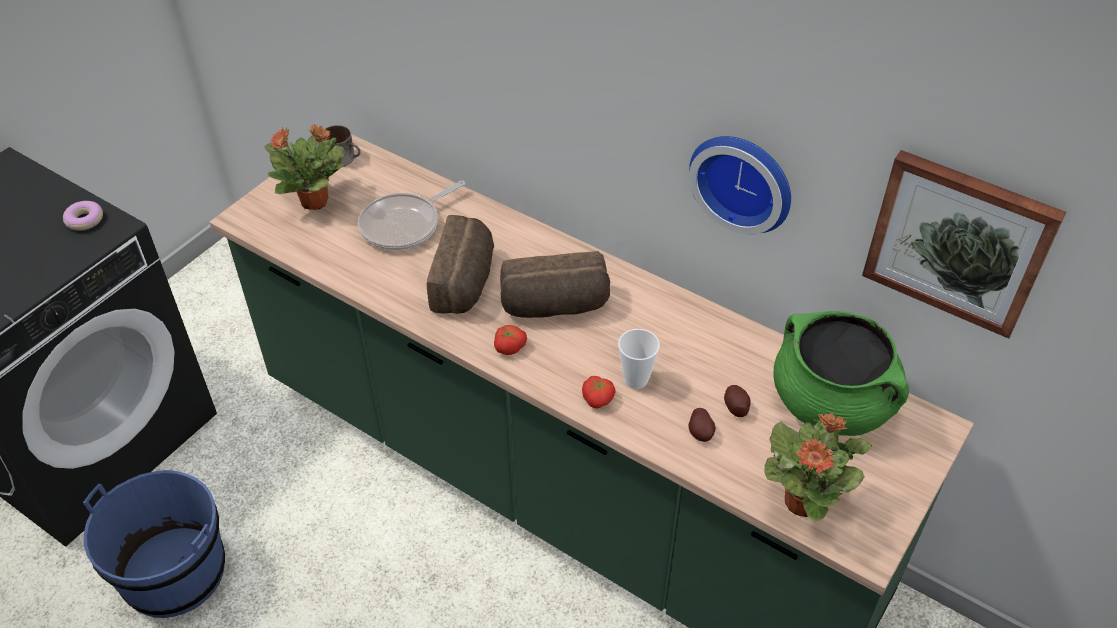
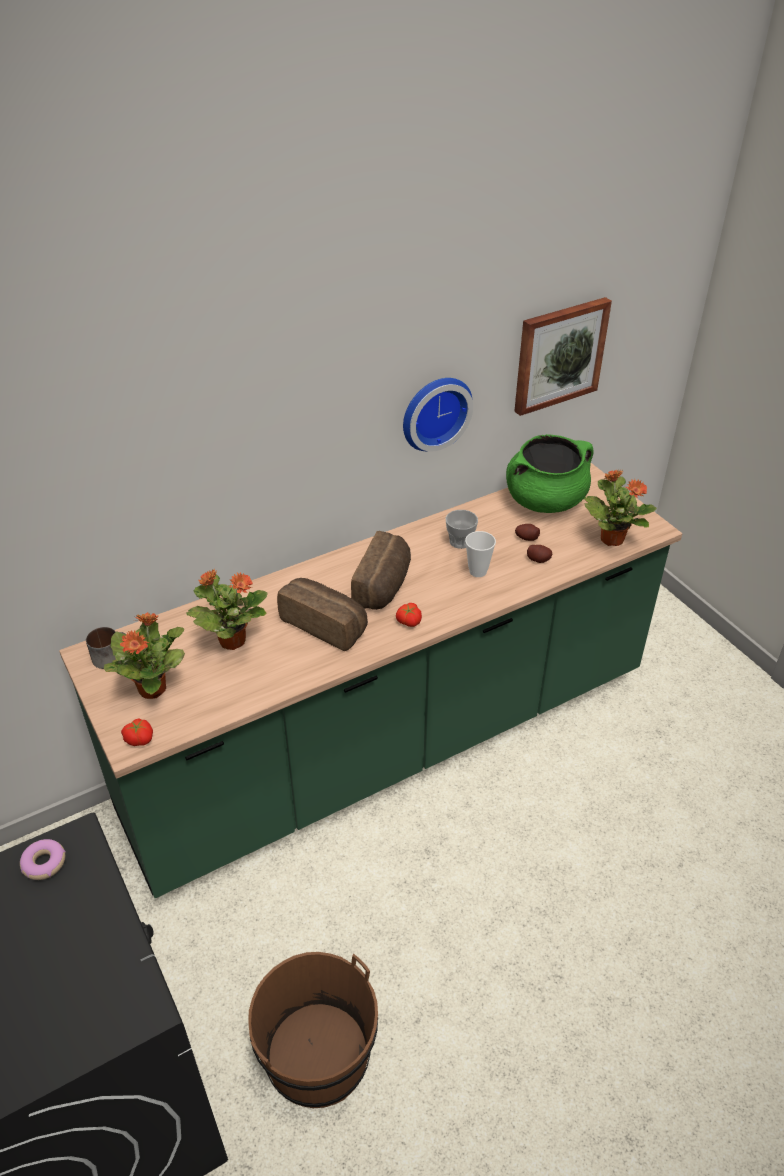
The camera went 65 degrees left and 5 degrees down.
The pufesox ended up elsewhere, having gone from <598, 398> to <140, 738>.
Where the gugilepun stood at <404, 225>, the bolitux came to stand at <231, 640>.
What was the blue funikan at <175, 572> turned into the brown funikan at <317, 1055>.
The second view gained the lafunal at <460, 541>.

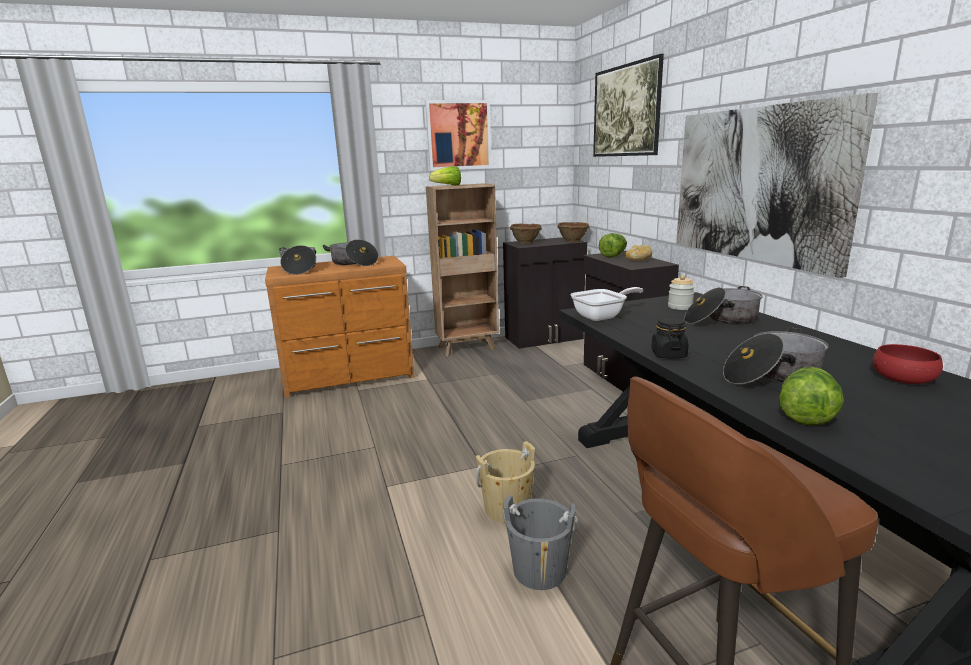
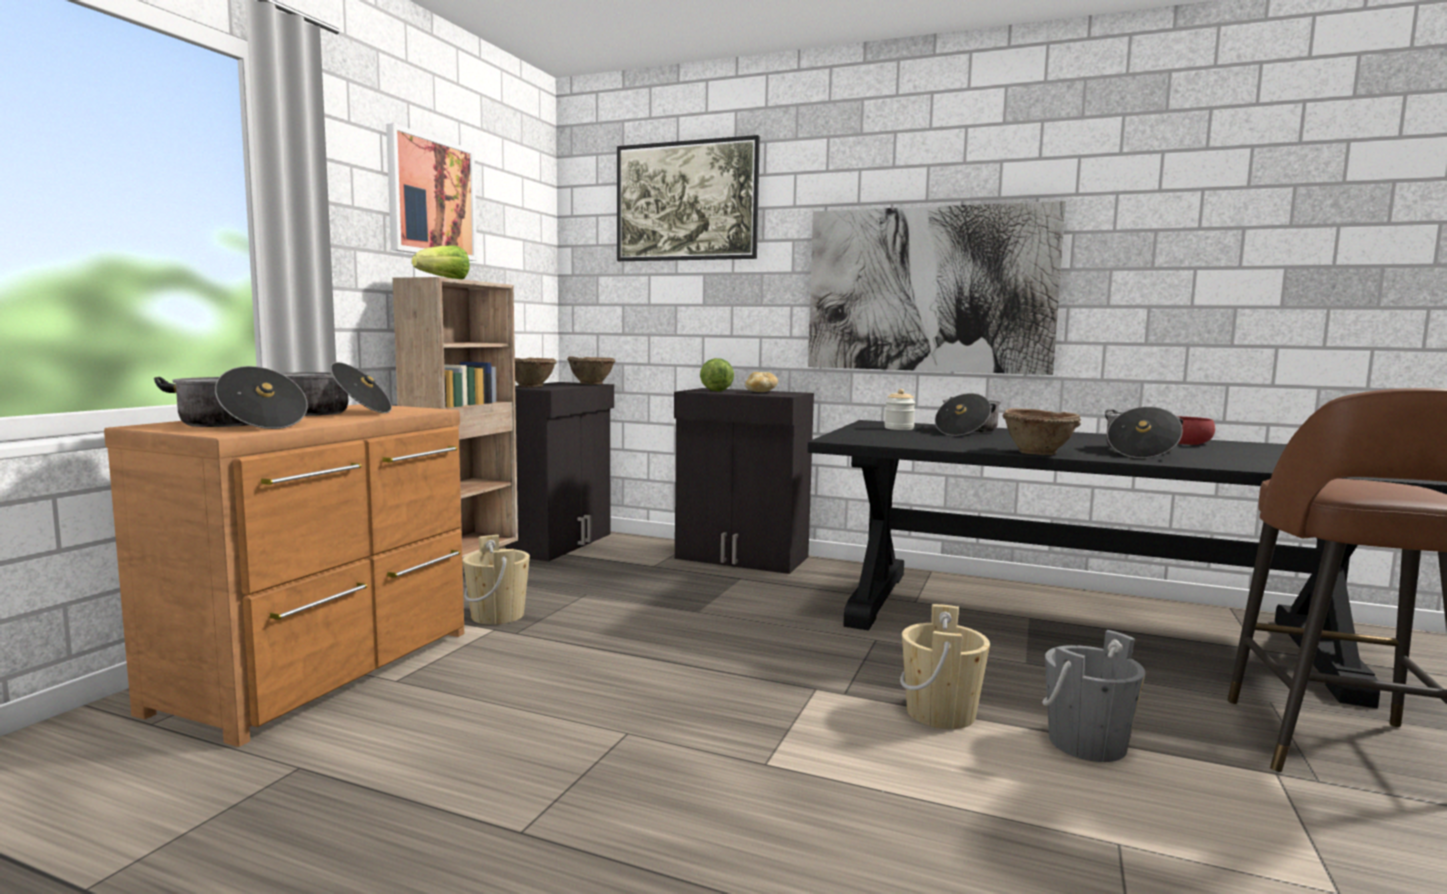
The camera went 50 degrees left and 10 degrees down.
The second view gained the beige funikan at <497, 615>.
Where the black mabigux stood at <668, 354>, the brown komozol came to stand at <1039, 452>.
The second view lost the gugilepun at <602, 316>.
The second view lost the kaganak at <806, 415>.

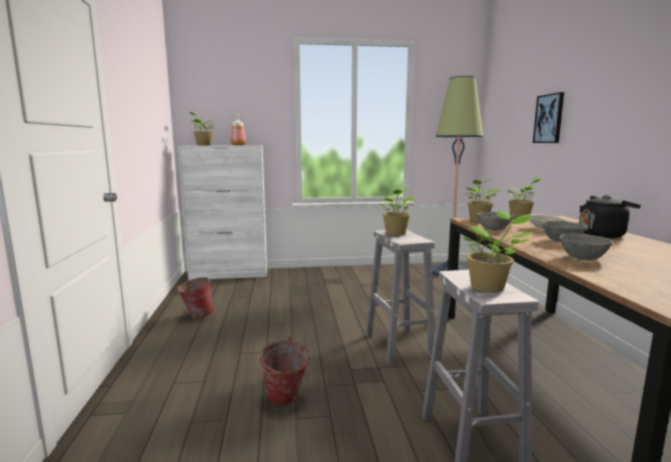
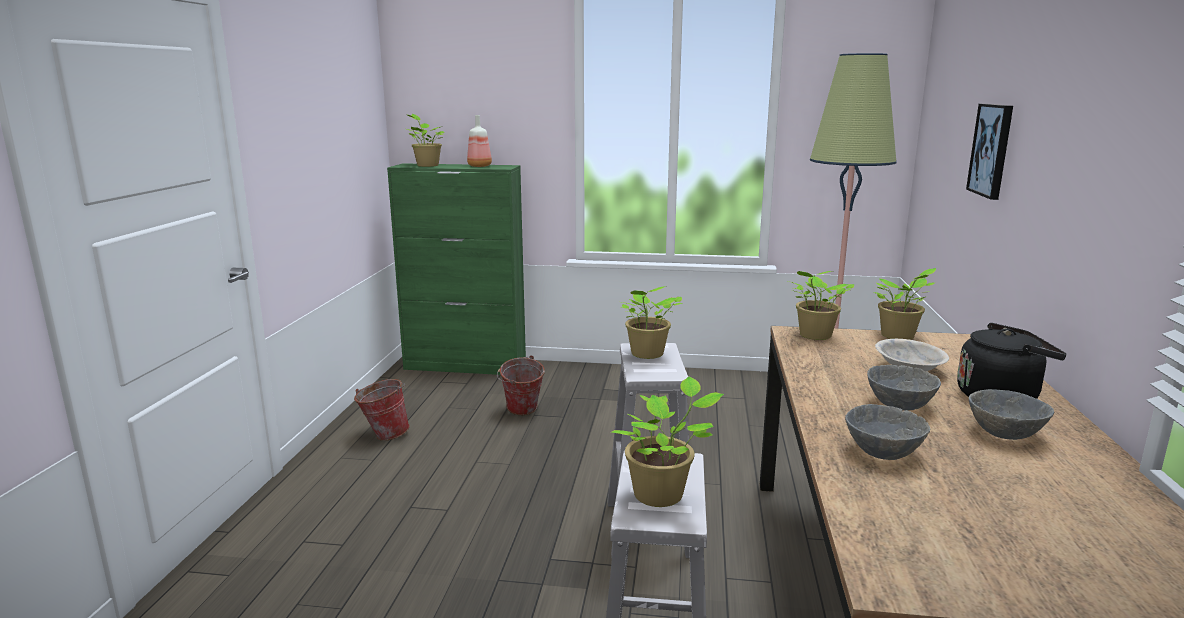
The camera went 15 degrees right and 5 degrees up.
What was the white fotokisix at <229, 274> turned into the green fotokisix at <466, 366>.
The funikan ended up elsewhere, having gone from <284, 401> to <521, 412>.
The grey komozol ended up elsewhere, having gone from <493, 229> to <1004, 433>.

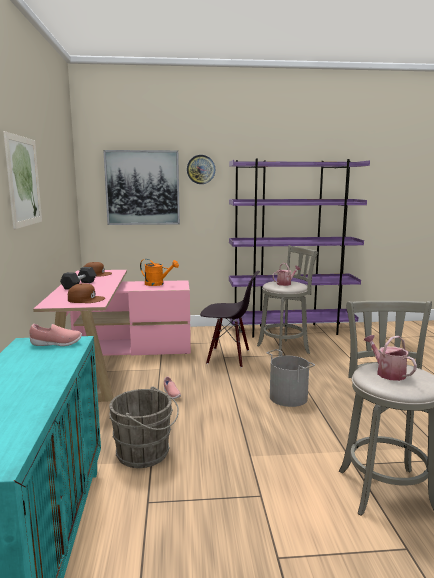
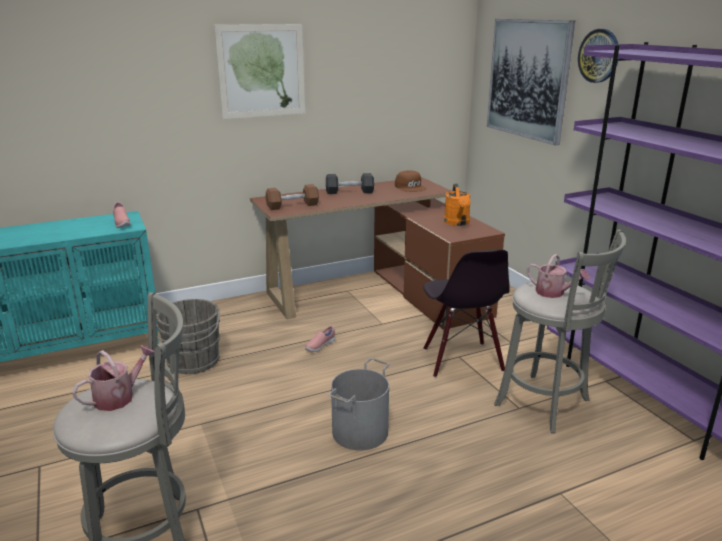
The camera went 70 degrees right and 10 degrees up.
What was the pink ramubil at <114, 362> turned into the brown ramubil at <380, 295>.
Where the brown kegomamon stood at <86, 299>, the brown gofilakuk came to stand at <292, 206>.

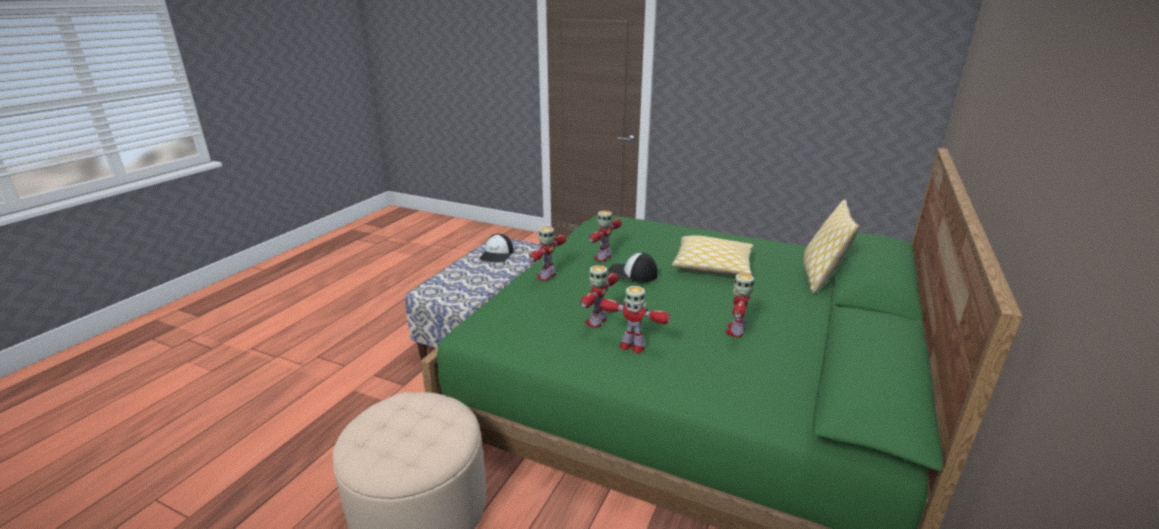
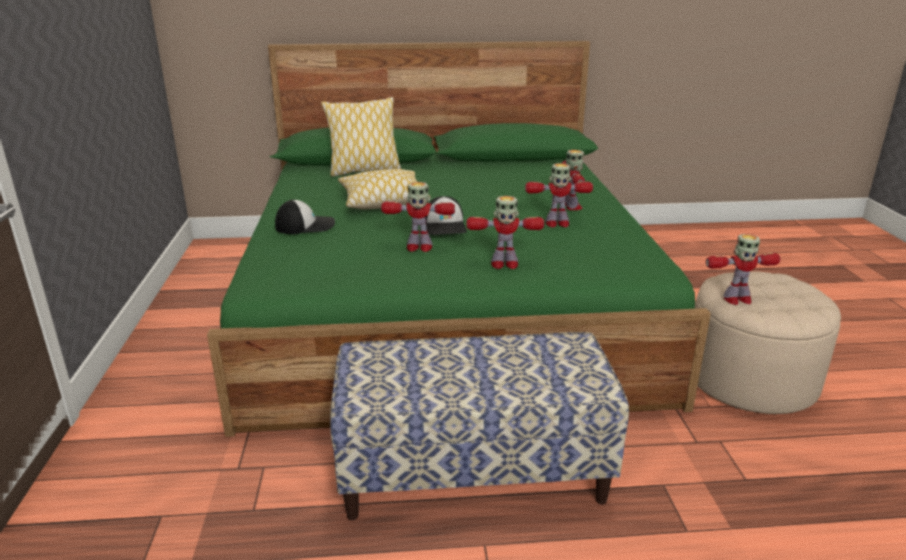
The camera went 120 degrees left and 0 degrees up.
The kegomamon ended up elsewhere, having gone from <497, 255> to <305, 225>.
The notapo ended up elsewhere, having gone from <736, 330> to <736, 299>.

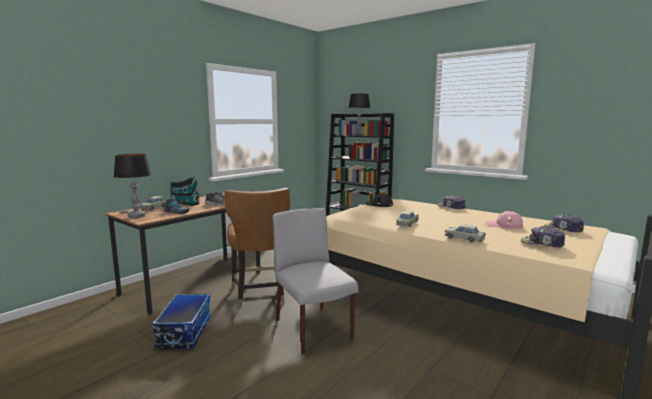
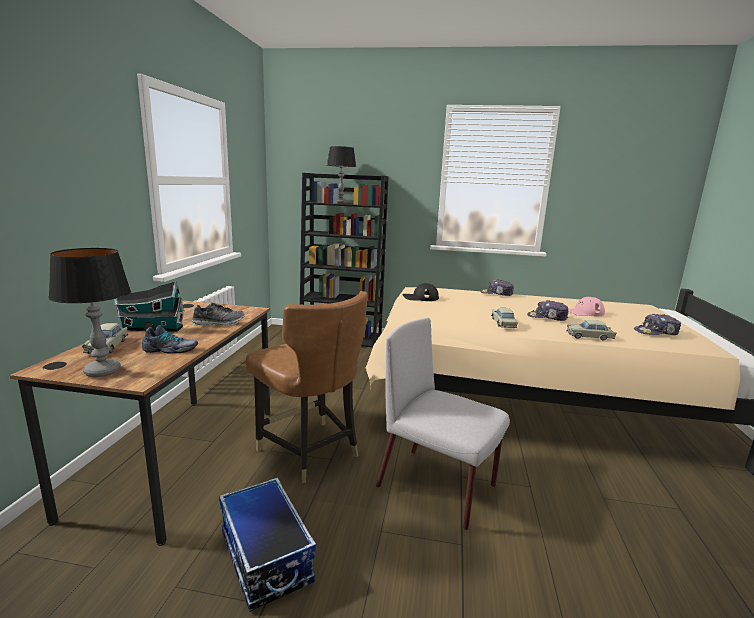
The camera went 30 degrees left and 5 degrees up.
The kegomamon ended up elsewhere, having gone from <563, 229> to <547, 317>.

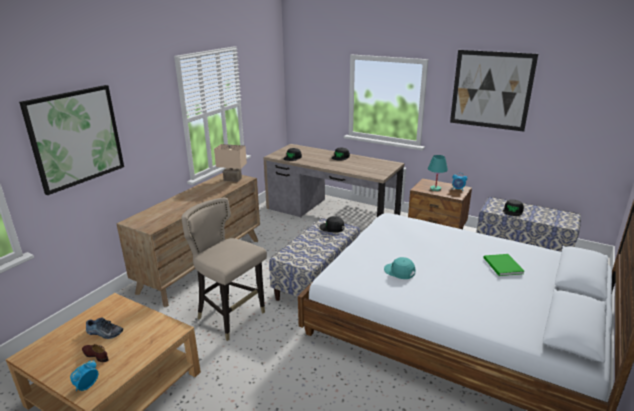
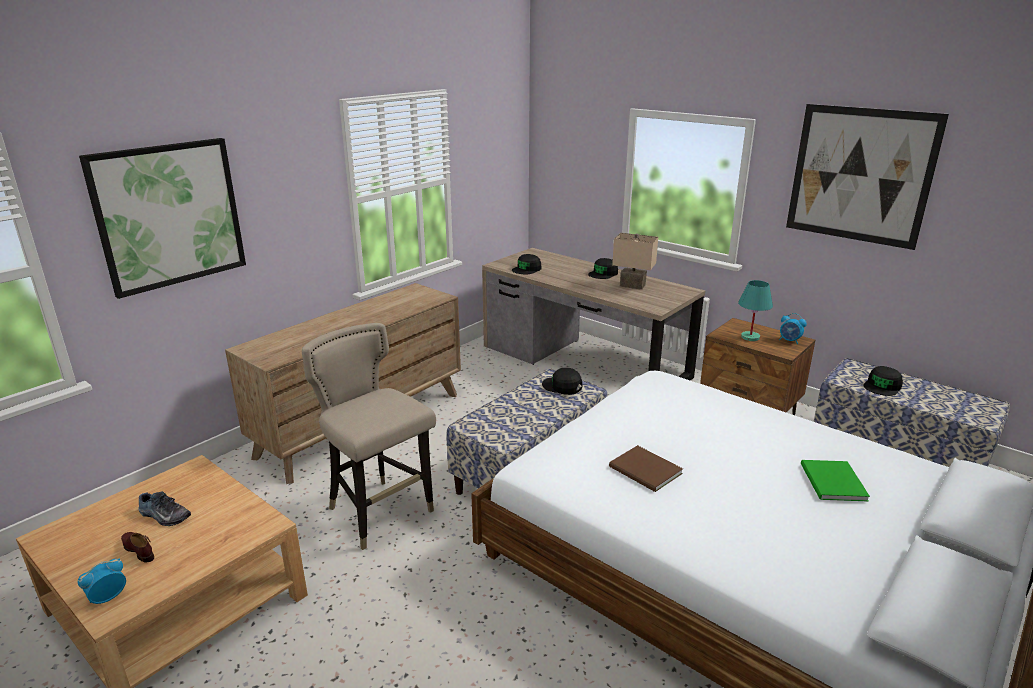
The camera went 10 degrees right and 0 degrees up.
Where the turquoise kegomamon stood at <399, 271>, the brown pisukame came to stand at <646, 471>.
The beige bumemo ended up elsewhere, having gone from <232, 180> to <631, 286>.

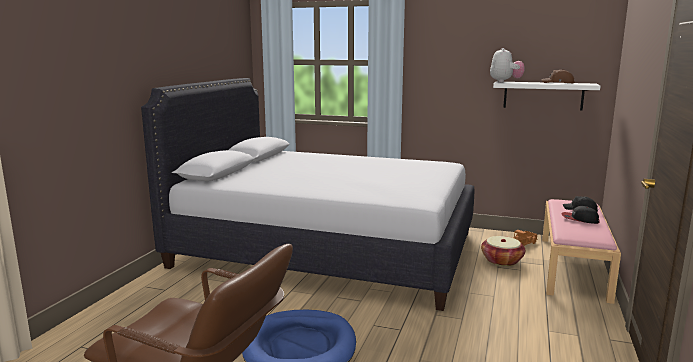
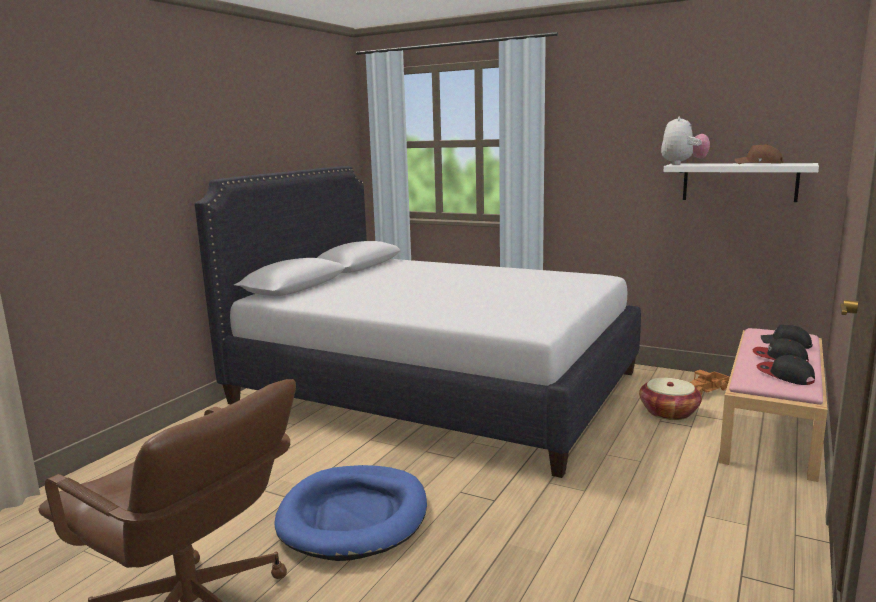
The camera went 10 degrees right and 0 degrees up.
The second view gained the kegomamon at <784, 375>.

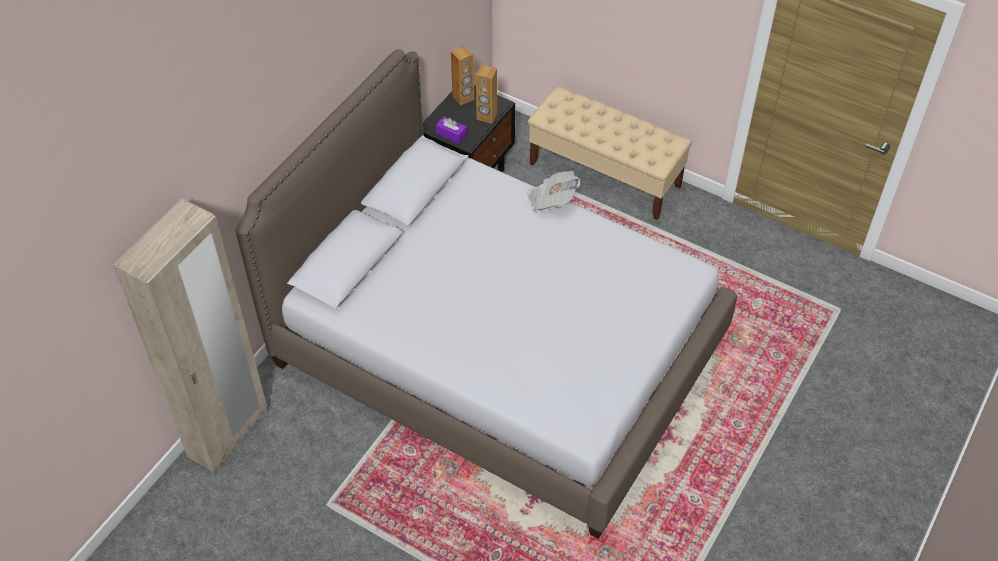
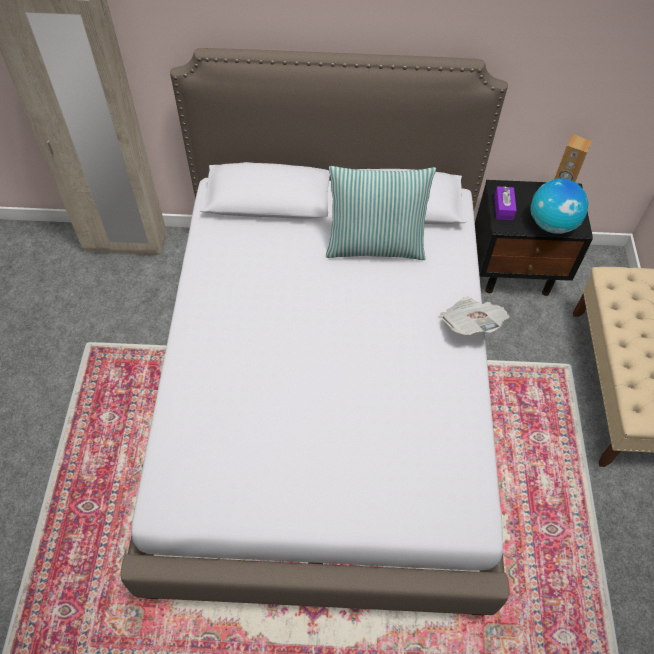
The camera went 60 degrees right and 5 degrees up.
The second view gained the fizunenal at <375, 245>.
Where the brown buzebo stood at <487, 116>, the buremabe came to stand at <551, 224>.

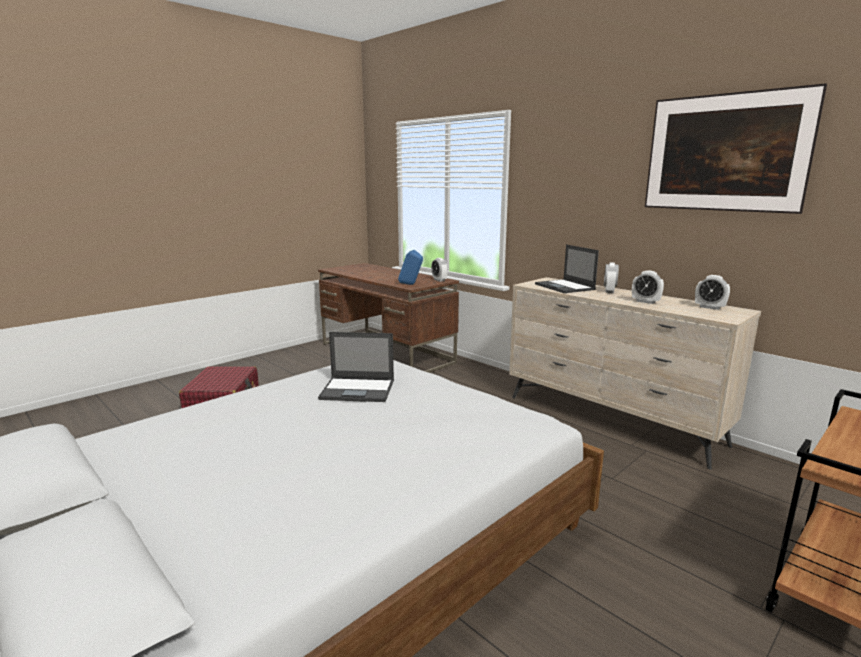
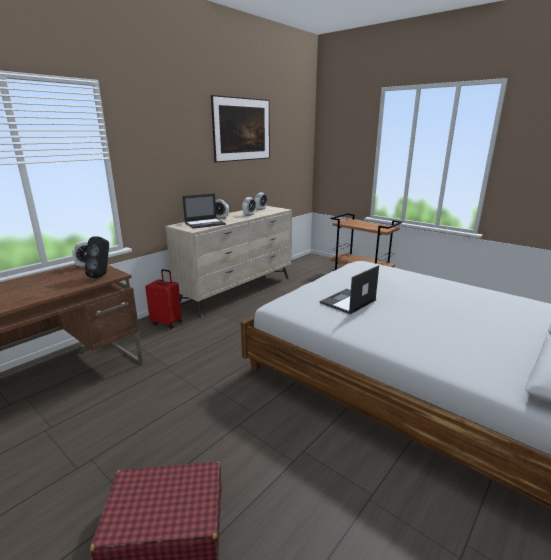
The camera went 95 degrees left and 5 degrees up.
What was the blue buzebo at <411, 284> turned into the black buzebo at <102, 275>.
The second view gained the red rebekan at <167, 322>.
The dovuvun at <358, 390> ended up facing another way, 135 degrees counterclockwise from before.

